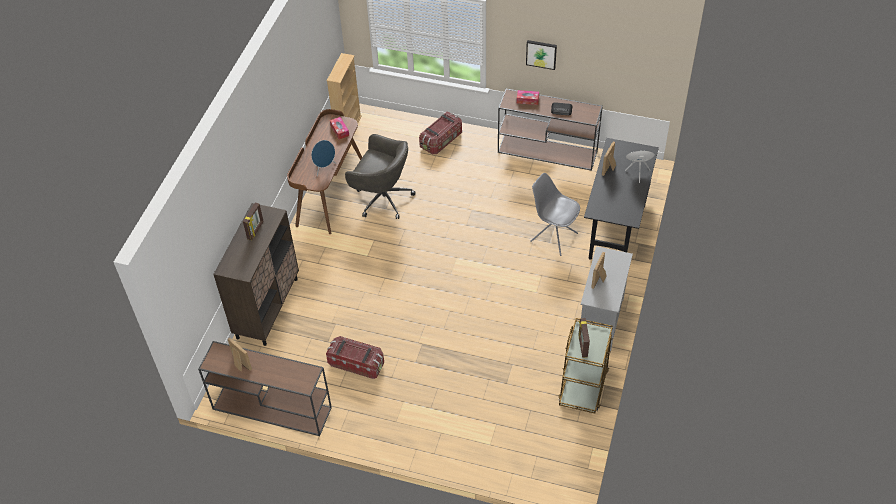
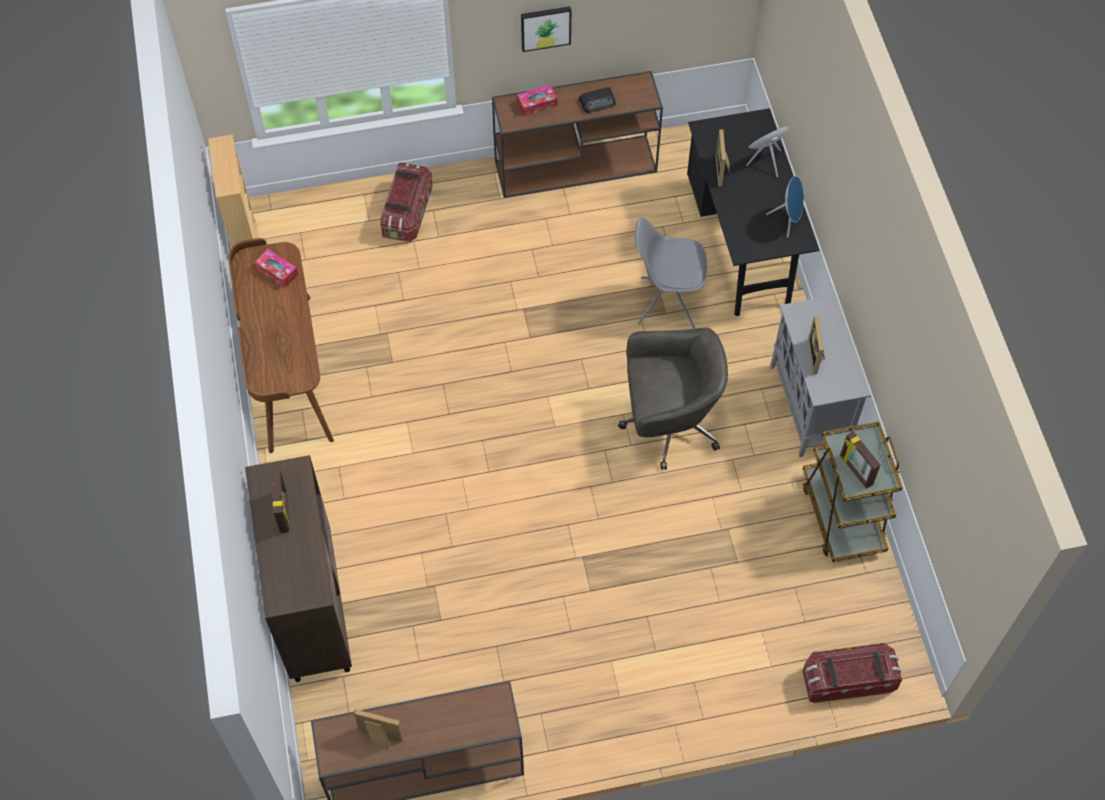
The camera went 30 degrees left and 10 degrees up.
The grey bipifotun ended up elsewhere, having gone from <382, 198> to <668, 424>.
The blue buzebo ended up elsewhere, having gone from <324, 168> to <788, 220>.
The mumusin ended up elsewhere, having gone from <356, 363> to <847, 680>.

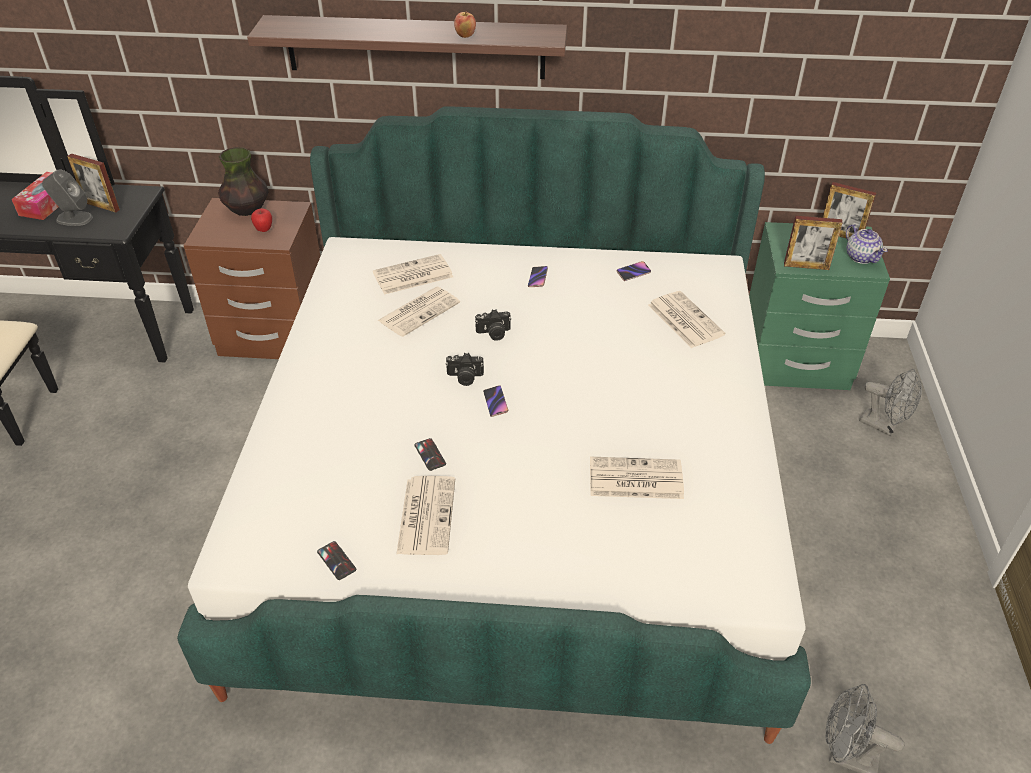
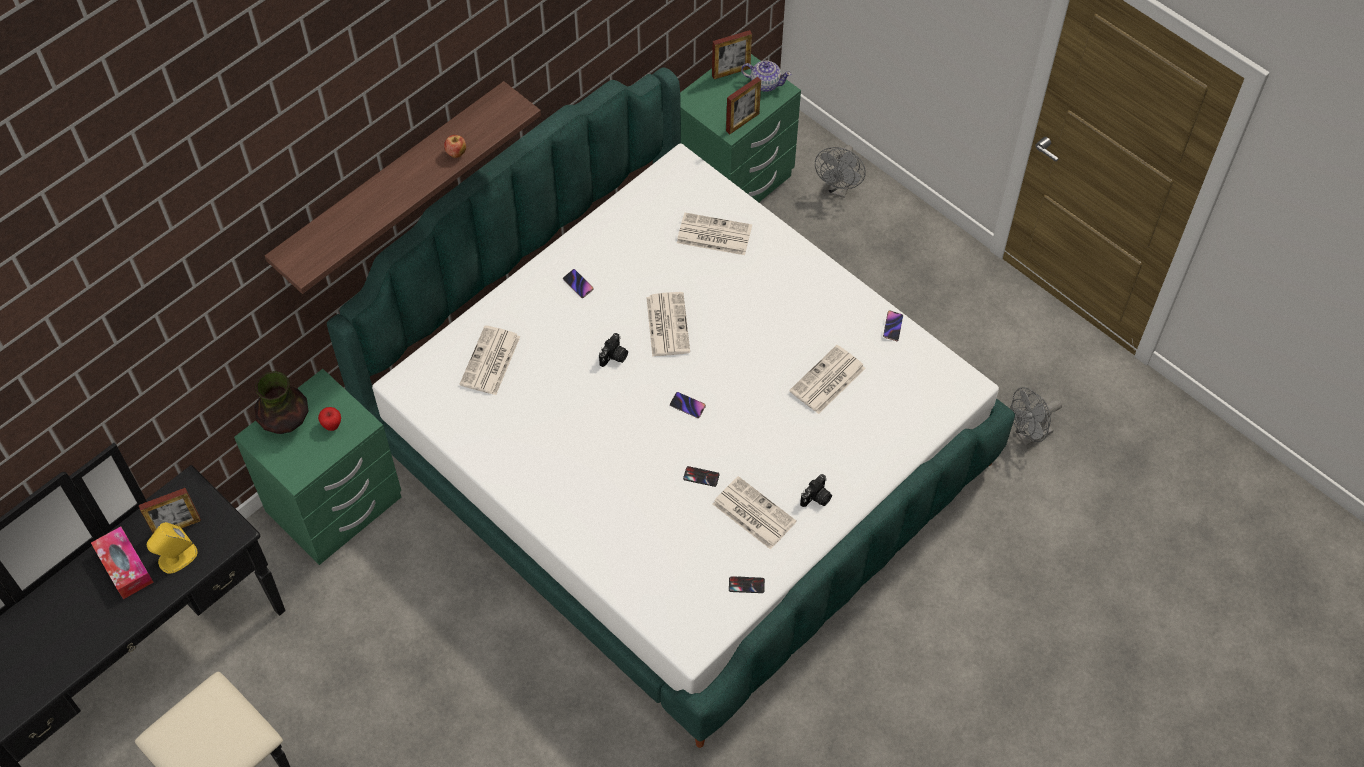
The camera went 50 degrees left and 15 degrees up.
What was the grey buzebo at <74, 218> turned into the yellow buzebo at <177, 557>.
What was the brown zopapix at <274, 336> turned into the green zopapix at <335, 506>.
The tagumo ended up elsewhere, having gone from <419, 311> to <667, 324>.
The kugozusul ended up elsewhere, having gone from <464, 377> to <816, 498>.
The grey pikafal at <884, 426> ended up facing another way, 120 degrees clockwise from before.
The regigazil ended up elsewhere, having gone from <633, 272> to <892, 327>.

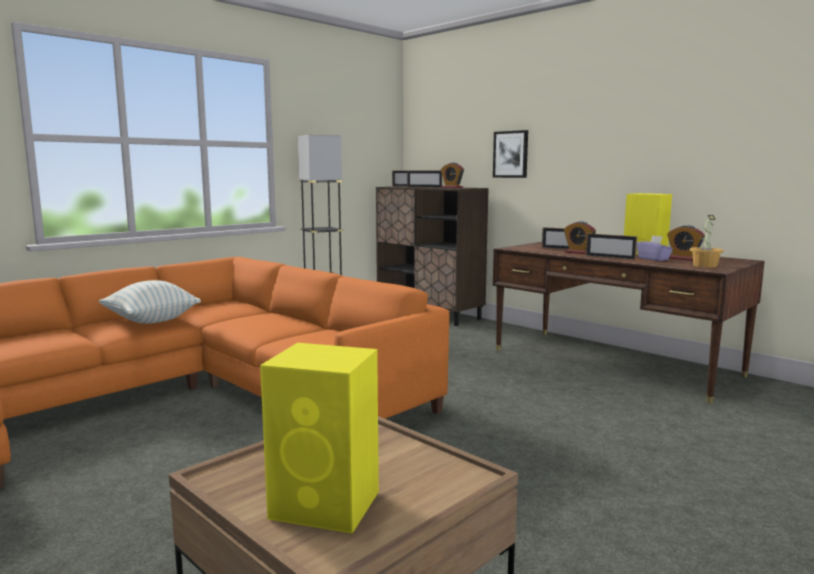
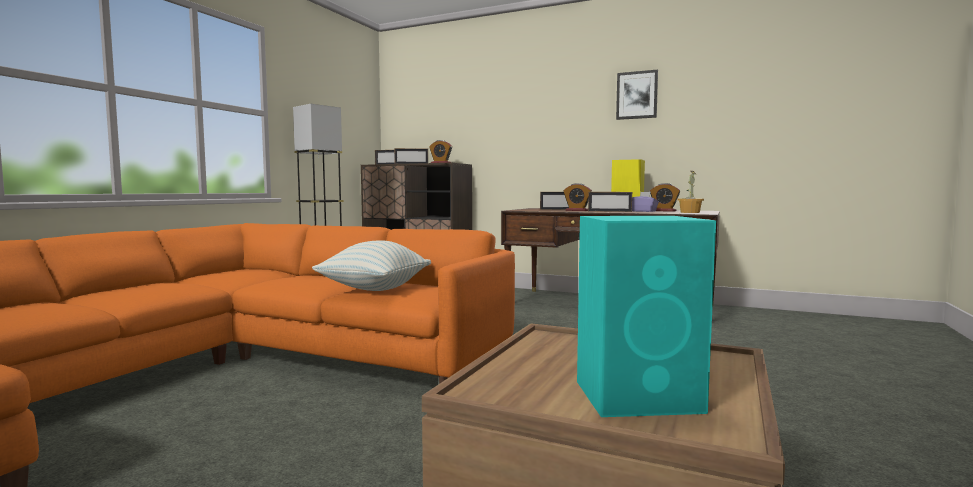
The camera went 20 degrees left and 5 degrees down.
The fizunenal ended up elsewhere, having gone from <151, 321> to <374, 289>.
What was the yellow buzebo at <328, 505> turned into the turquoise buzebo at <640, 396>.
The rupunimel ended up elsewhere, having gone from <510, 154> to <637, 95>.

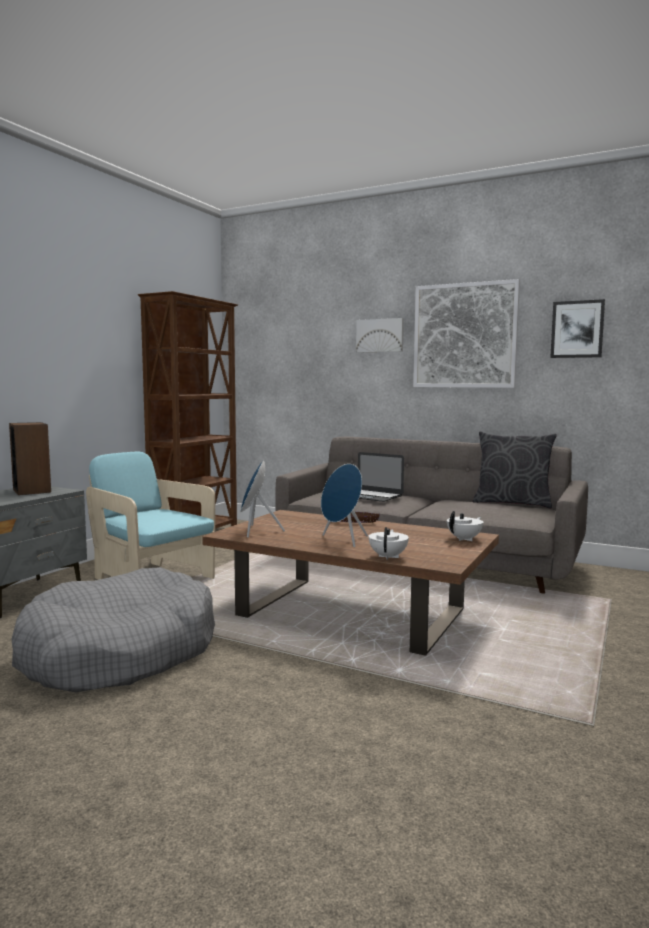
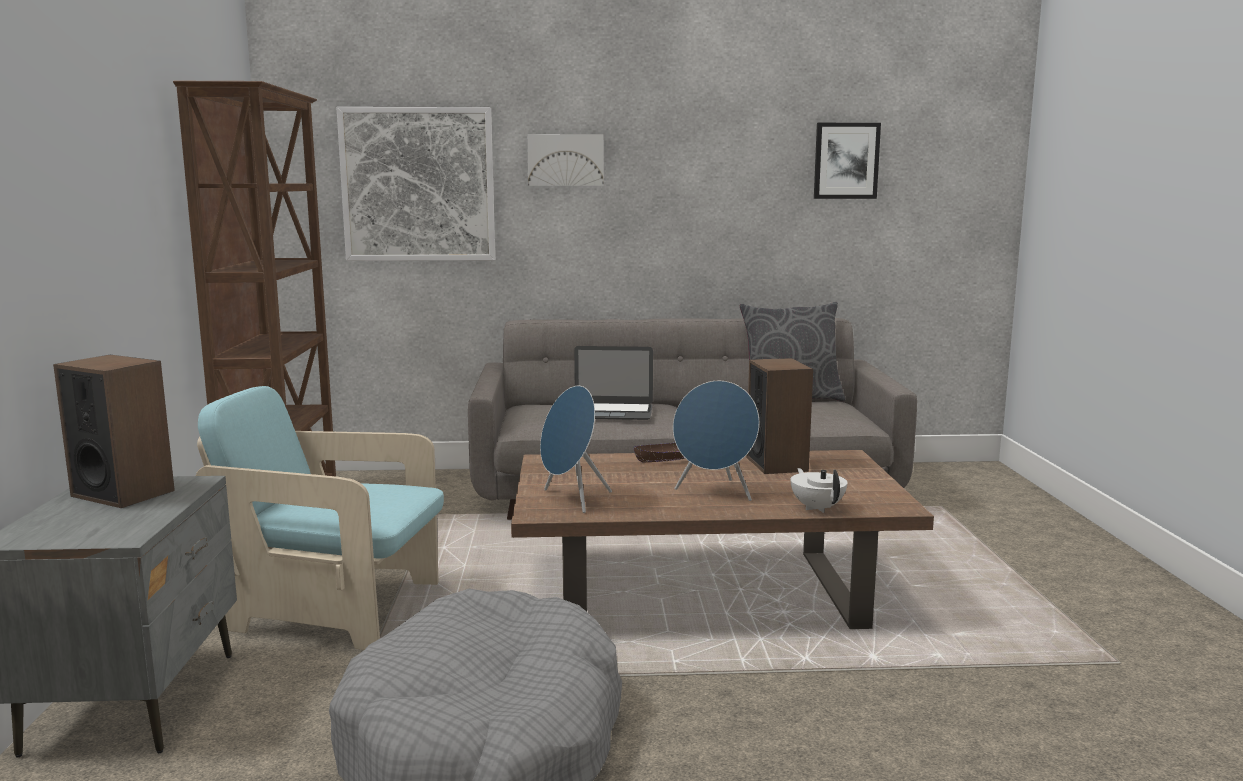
The camera went 30 degrees left and 5 degrees up.
The rupunimel ended up elsewhere, having gone from <464, 336> to <418, 185>.
The second view gained the buzebo at <777, 464>.
The second view lost the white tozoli at <464, 539>.

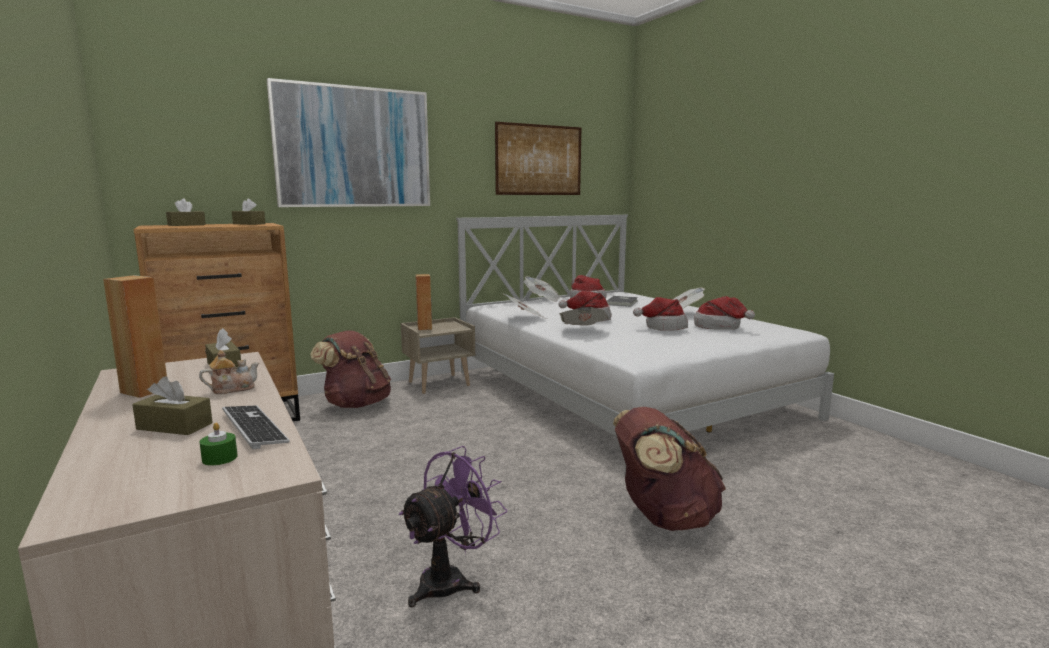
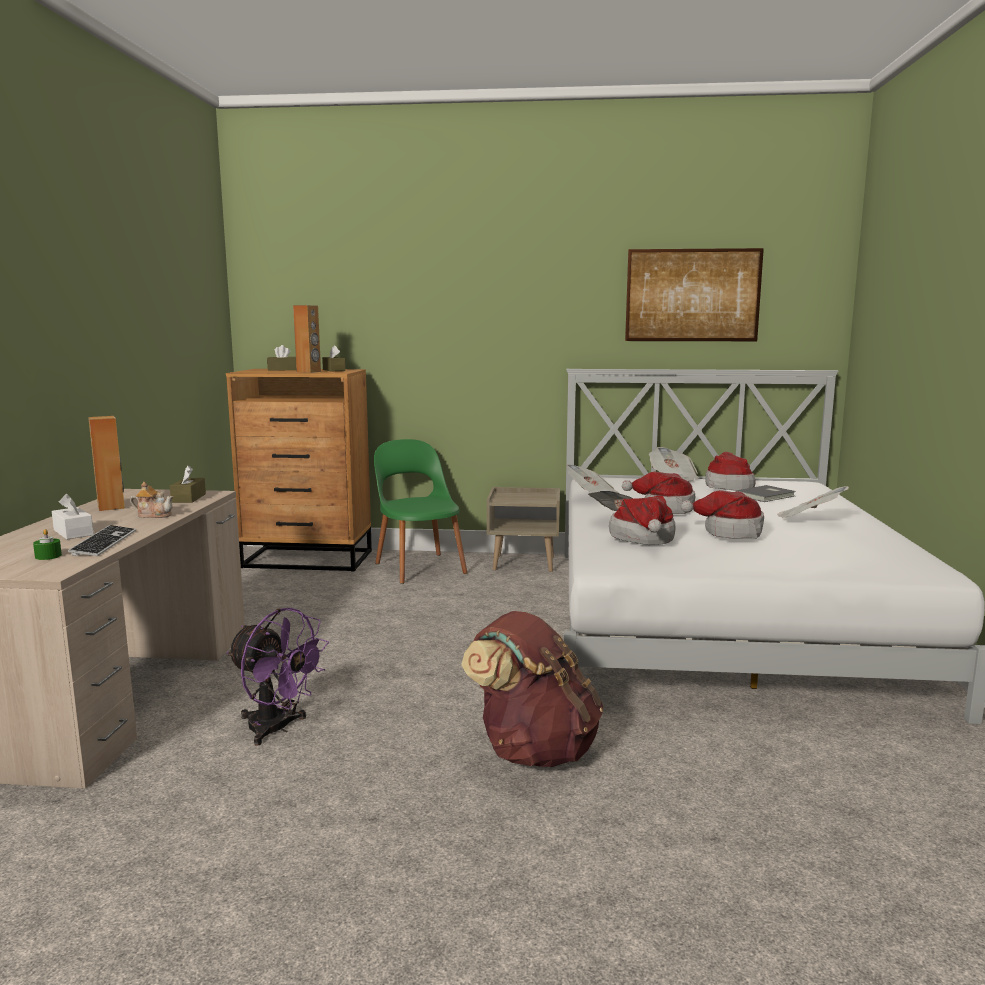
The camera went 35 degrees right and 0 degrees up.
What was the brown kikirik at <174, 426> turned into the white kikirik at <73, 532>.
The purple pikafal at <451, 580> ended up facing another way, 45 degrees clockwise from before.
The brown buzebo ended up elsewhere, having gone from <425, 328> to <309, 372>.
Where the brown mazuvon stood at <356, 404>, the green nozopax came to stand at <419, 567>.
The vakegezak ended up elsewhere, having gone from <720, 327> to <643, 539>.
The second view lost the rupunimel at <353, 148>.

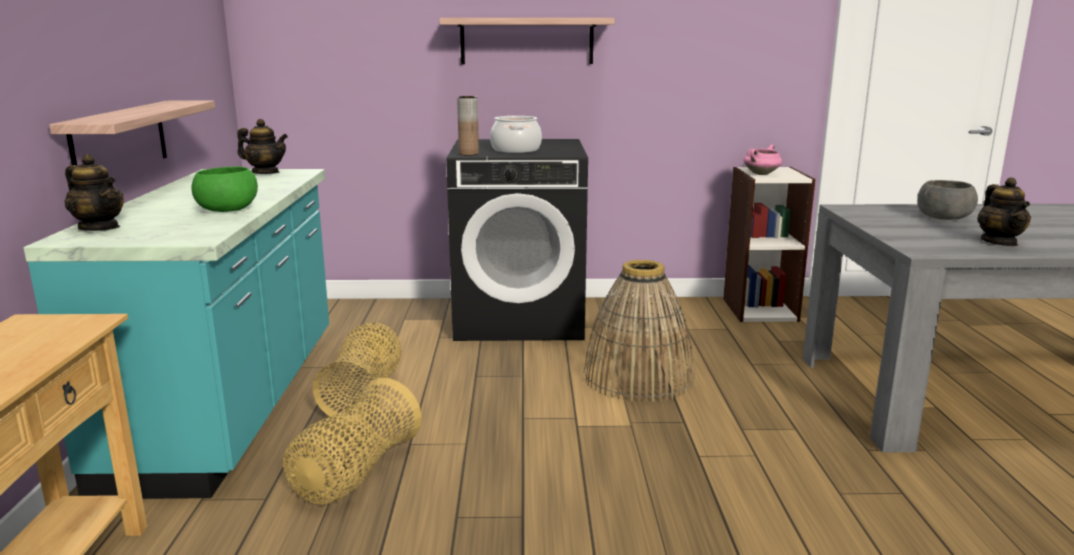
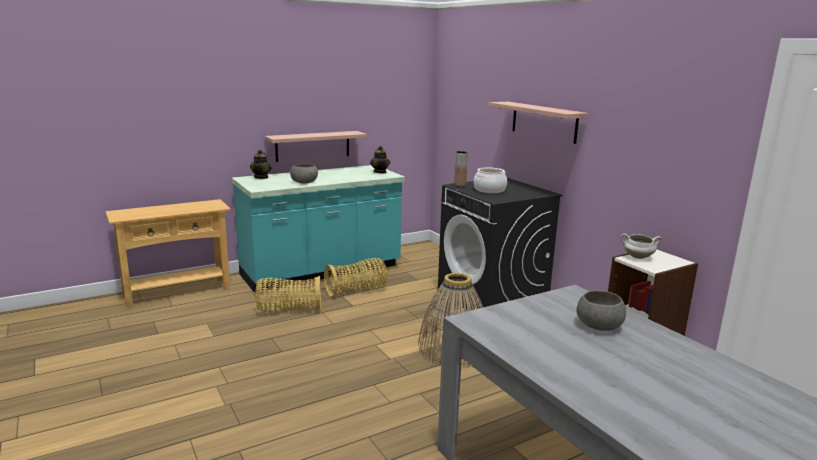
The camera went 60 degrees right and 0 degrees up.
What was the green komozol at <227, 209> turned into the grey komozol at <304, 182>.
What was the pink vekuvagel at <761, 174> turned into the white vekuvagel at <637, 257>.
The second view lost the tozoli at <999, 242>.

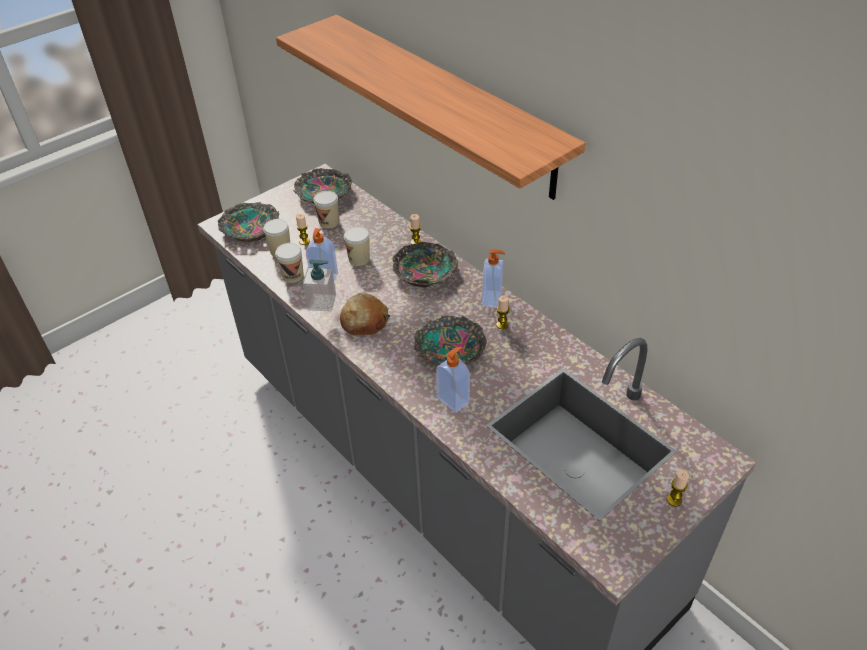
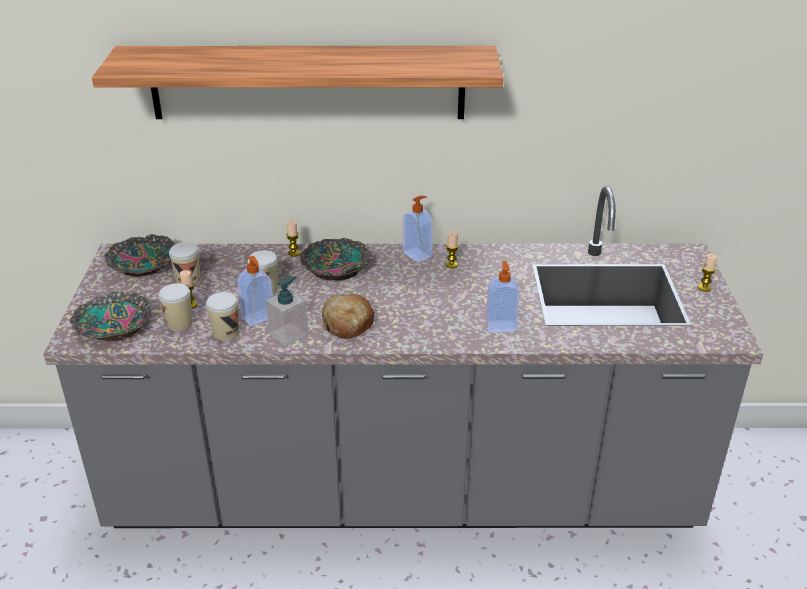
The camera went 50 degrees left and 10 degrees down.
The second view lost the komozol at <450, 349>.

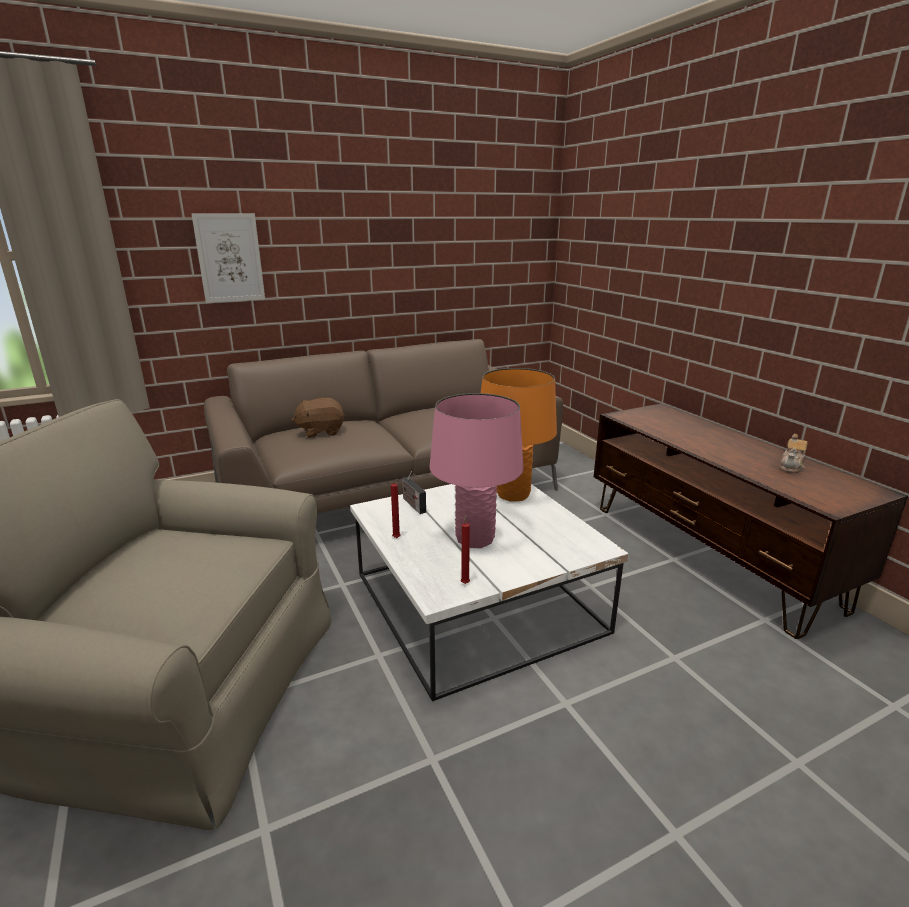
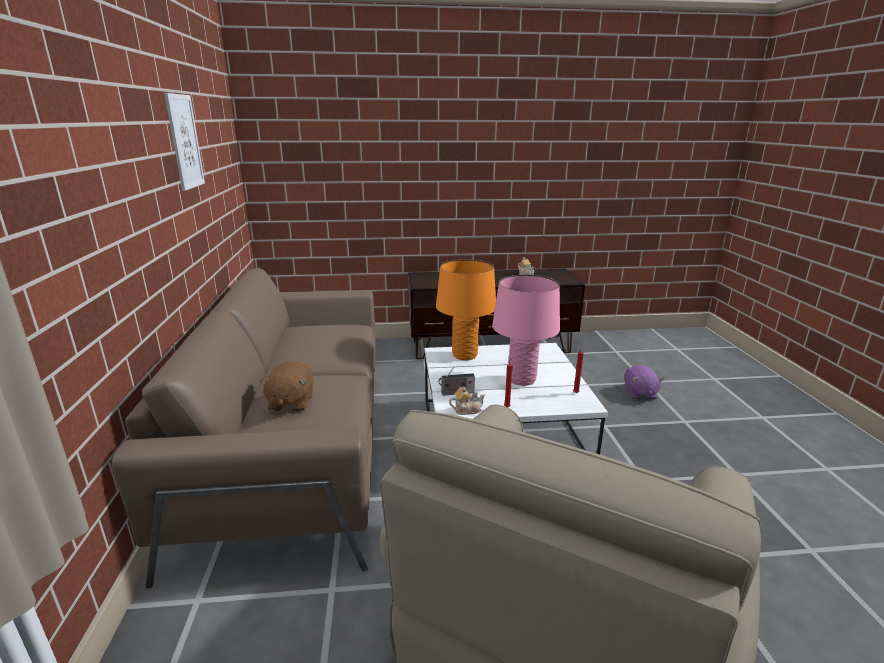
The camera went 70 degrees left and 0 degrees up.
The rupunimel ended up elsewhere, having gone from <229, 258> to <184, 142>.
The second view gained the tozoli at <466, 410>.
The second view gained the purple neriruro at <639, 394>.

